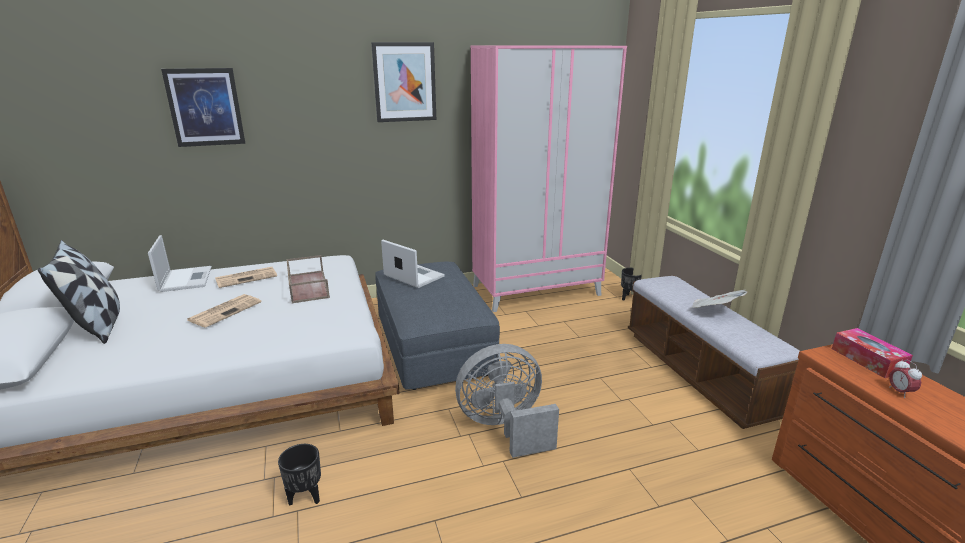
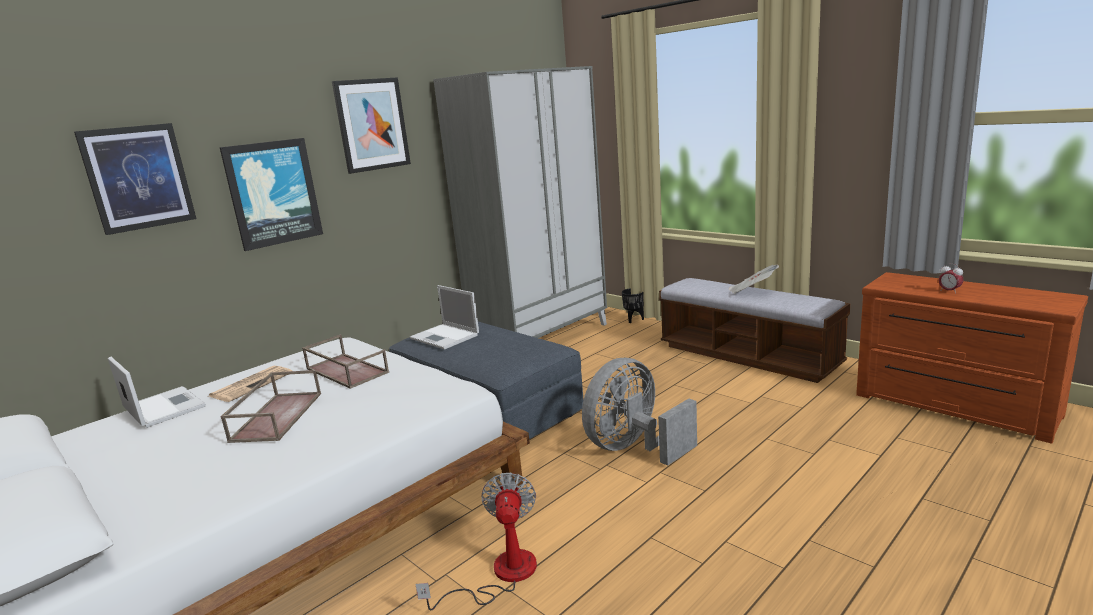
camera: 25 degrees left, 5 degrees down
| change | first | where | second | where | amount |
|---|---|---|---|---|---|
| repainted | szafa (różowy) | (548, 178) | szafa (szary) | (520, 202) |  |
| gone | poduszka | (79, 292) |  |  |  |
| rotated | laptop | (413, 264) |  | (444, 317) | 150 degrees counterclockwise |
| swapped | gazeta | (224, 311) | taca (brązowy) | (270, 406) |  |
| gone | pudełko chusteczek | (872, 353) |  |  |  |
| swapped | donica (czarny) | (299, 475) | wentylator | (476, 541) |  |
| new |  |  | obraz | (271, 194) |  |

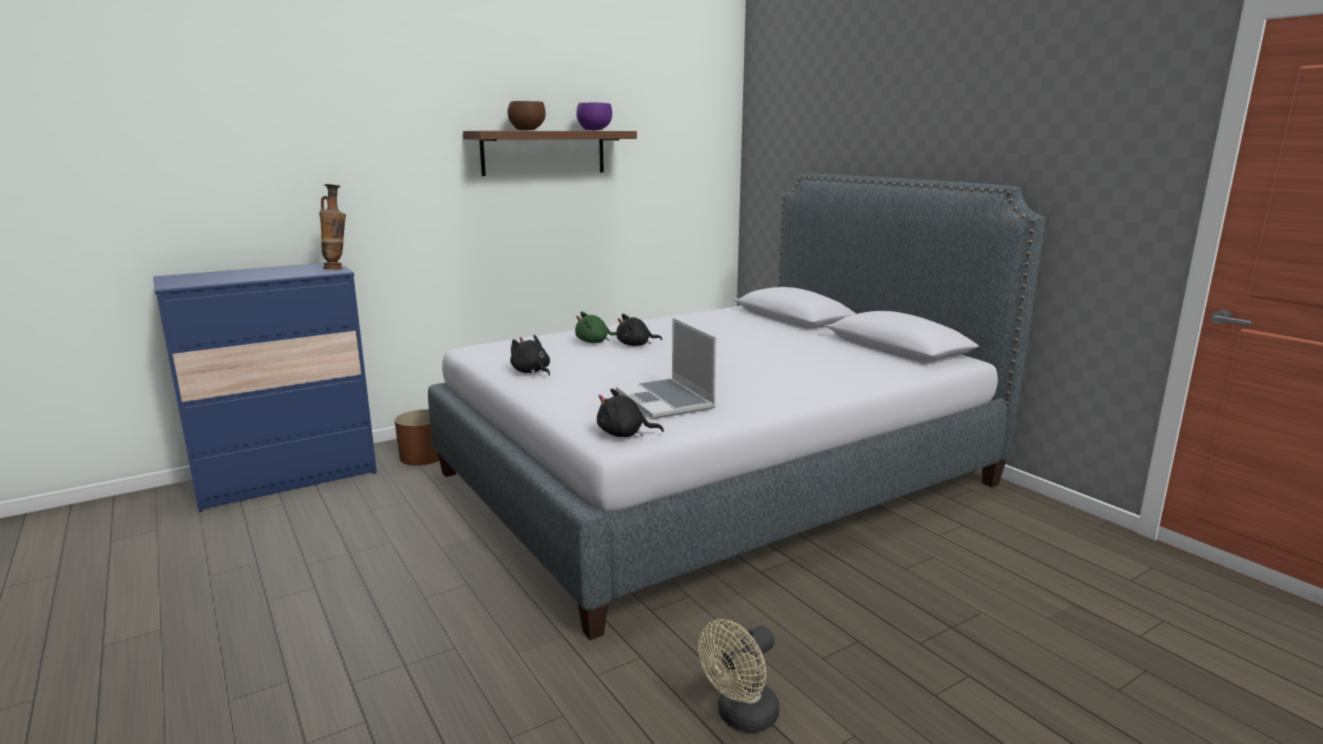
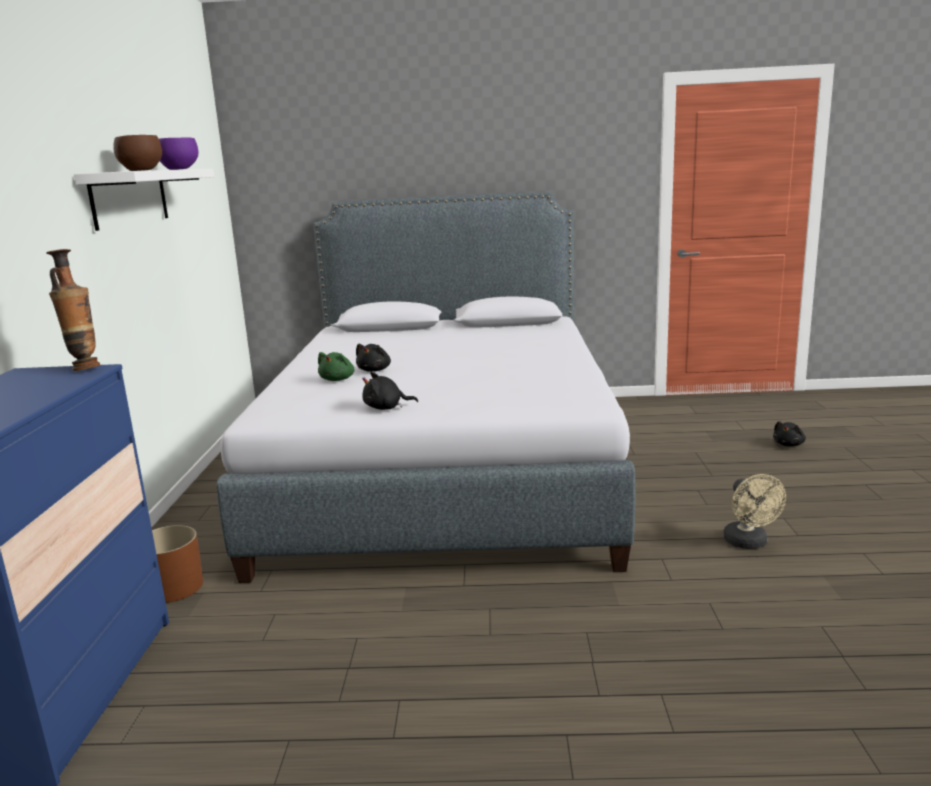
camera: 55 degrees left, 0 degrees up
| change | first | where | second | where | amount |
|---|---|---|---|---|---|
| repainted | półka (brązowy) | (550, 153) | półka (biały) | (144, 200) |  |
| gone | laptop | (666, 368) |  |  |  |
| shifted | pluszak (czarny) | (630, 412) |  | (789, 433) |  |

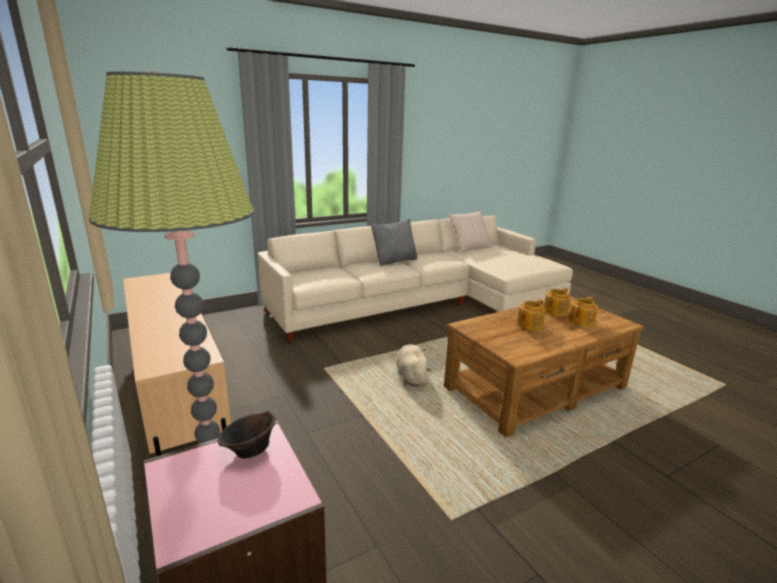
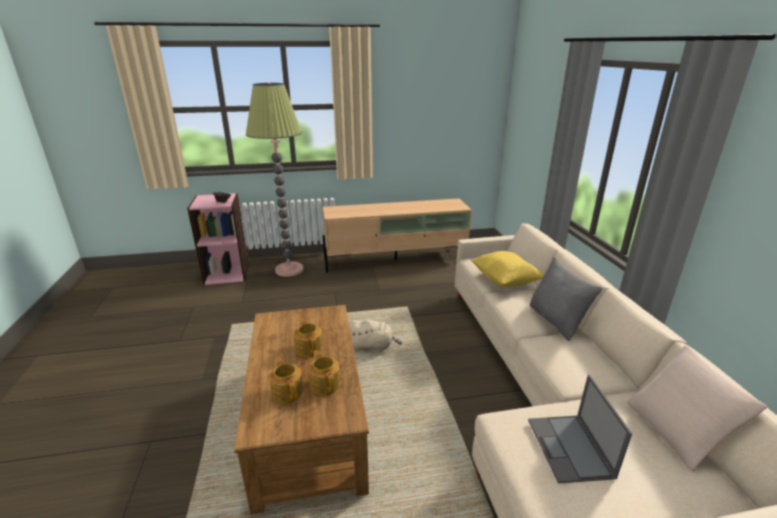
camera: 110 degrees right, 5 degrees up
| change | first | where | second | where | amount |
|---|---|---|---|---|---|
| new |  |  | poduszka (żółty) | (507, 269) |  |
| new |  |  | laptop | (580, 429) |  |

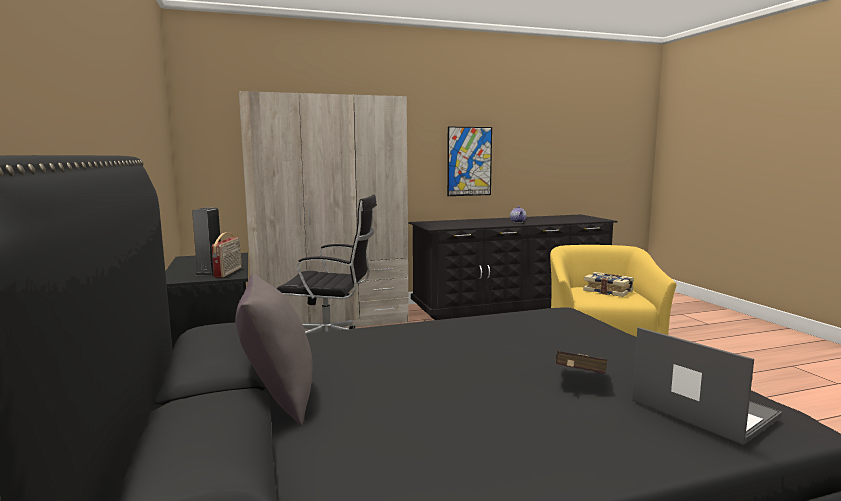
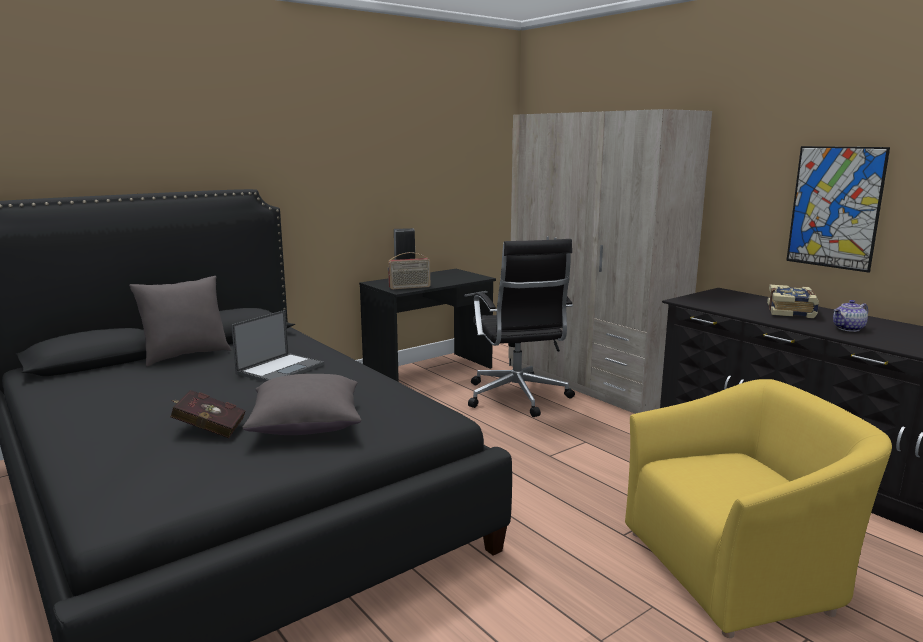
camera: 70 degrees right, 5 degrees up
| change | first | where | second | where | amount |
|---|---|---|---|---|---|
| shifted | książka | (608, 284) |  | (793, 301) |  |
| shifted | laptop | (707, 386) |  | (277, 346) |  |
| new |  |  | poduszka (szary) | (301, 404) |  |

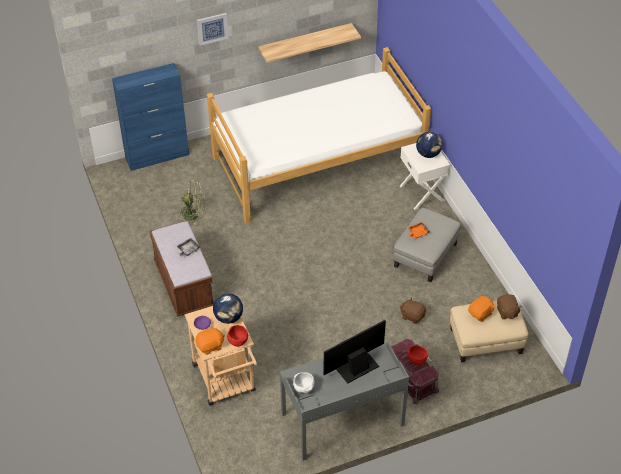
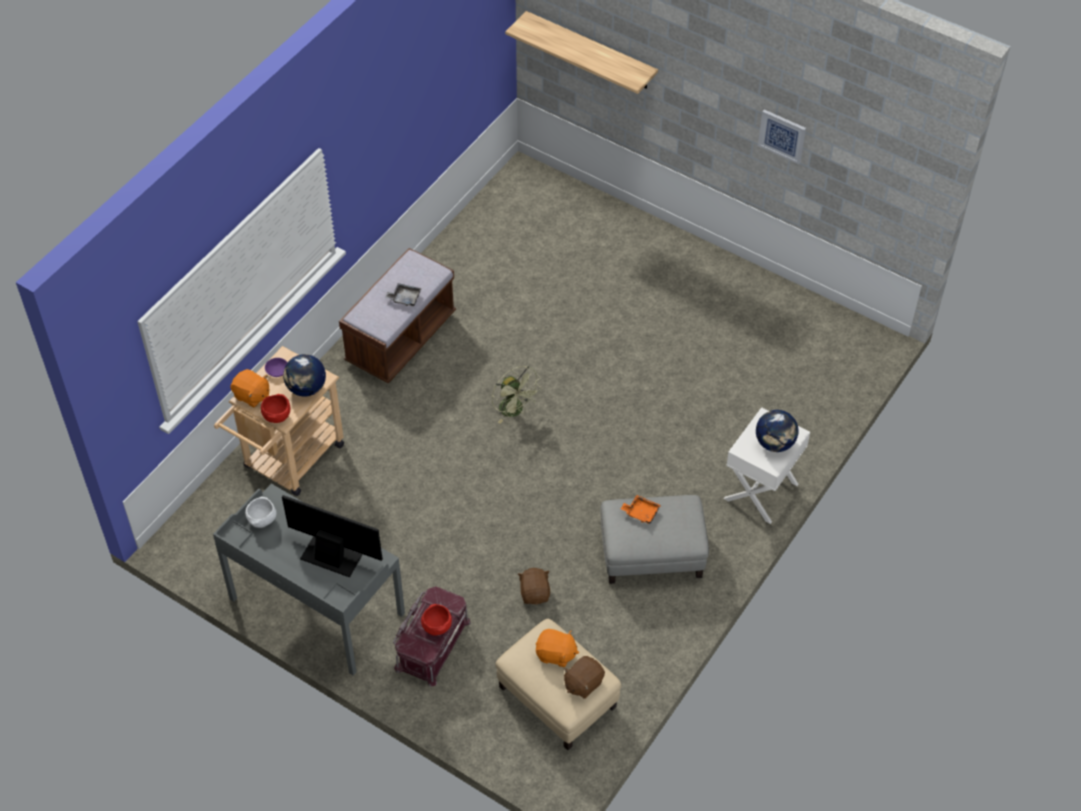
camera: 55 degrees right, 5 degrees up
| change | first | where | second | where | amount |
|---|---|---|---|---|---|
| shifted | obraz | (213, 29) |  | (782, 137) |  |
| shifted | półka | (309, 43) |  | (581, 52) |  |
| gone | łóżko | (319, 135) |  |  |  |
| gone | szafka (niebieski) | (150, 117) |  |  |  |
| shifted | wentylator (zielony) | (191, 202) |  | (517, 395) |  |

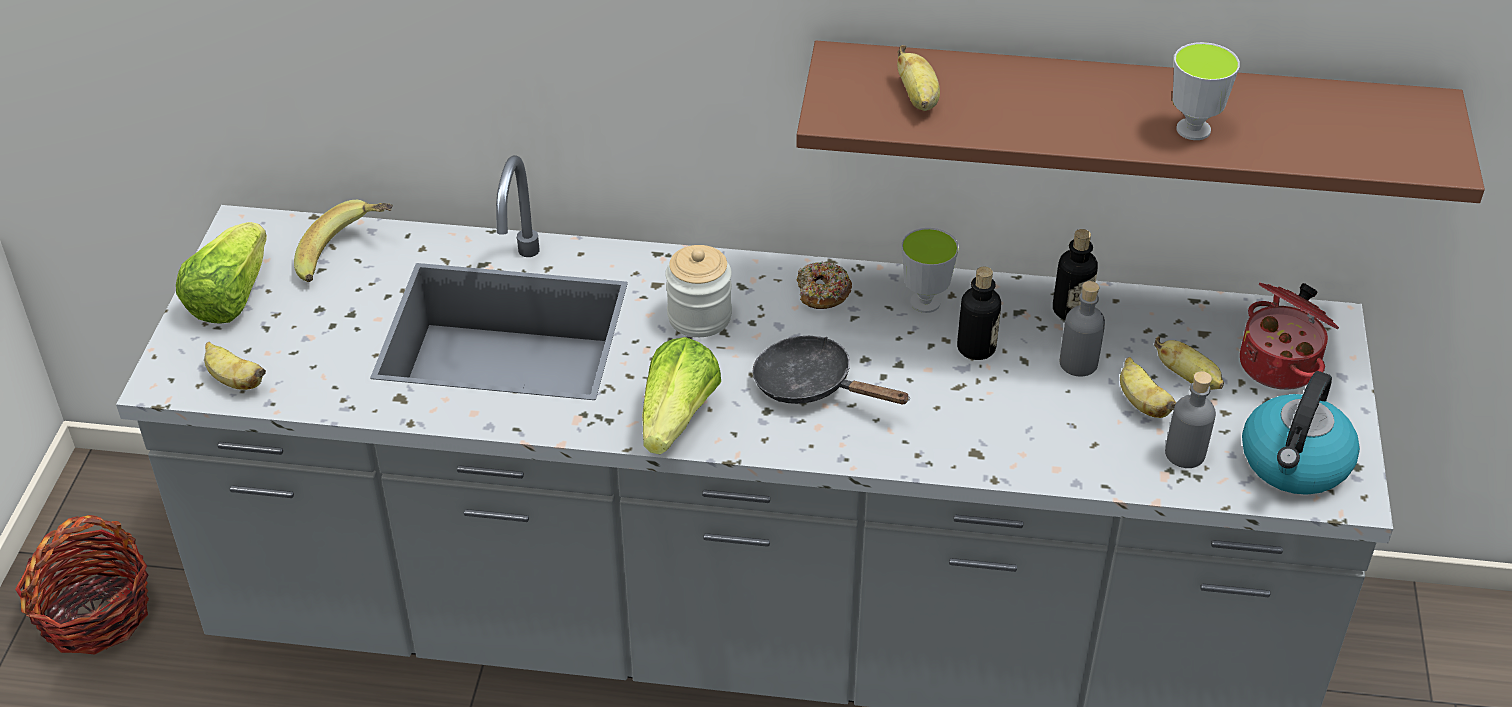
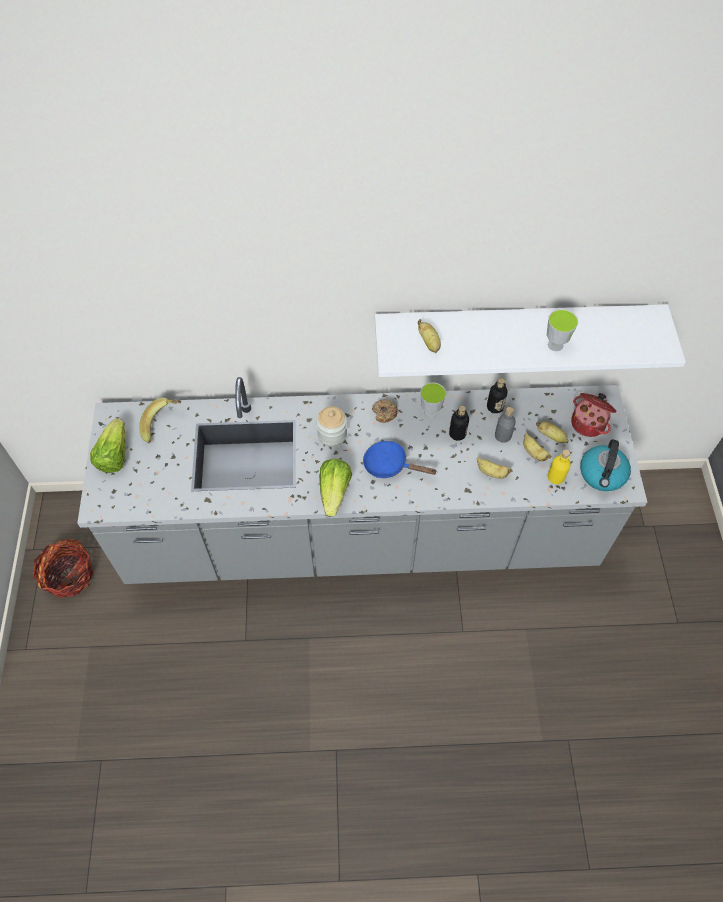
camera: 10 degrees left, 15 degrees up
| change | first | where | second | where | amount |
|---|---|---|---|---|---|
| repainted | półka (brązowy) | (1140, 122) | półka (biały) | (530, 340) |  |
| repainted | patelnia (czarny) | (831, 370) | patelnia (niebieski) | (399, 459) |  |
| shifted | banan | (235, 366) |  | (494, 468) |  |
| repainted | butelka (szary) | (1190, 419) | butelka (żółty) | (559, 467) |  |

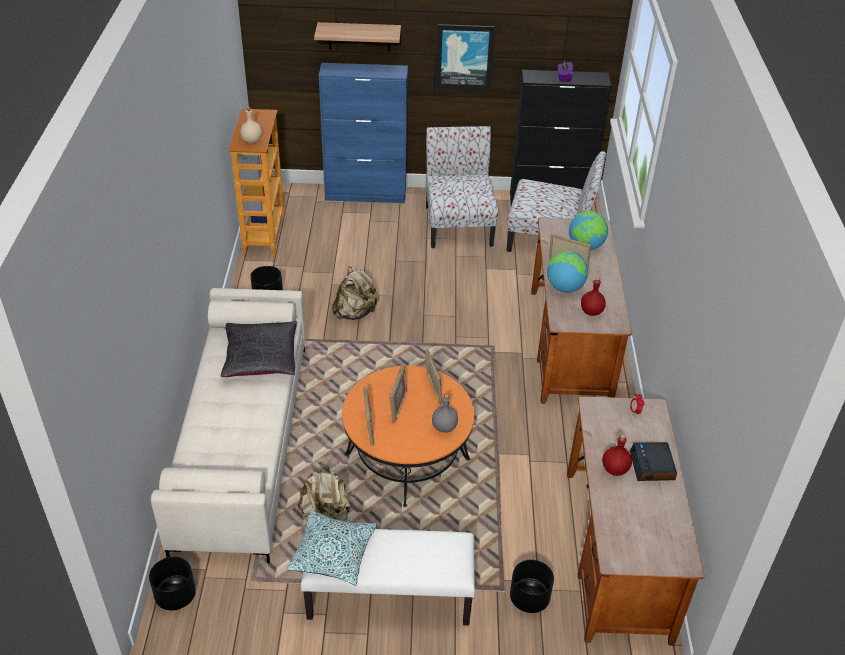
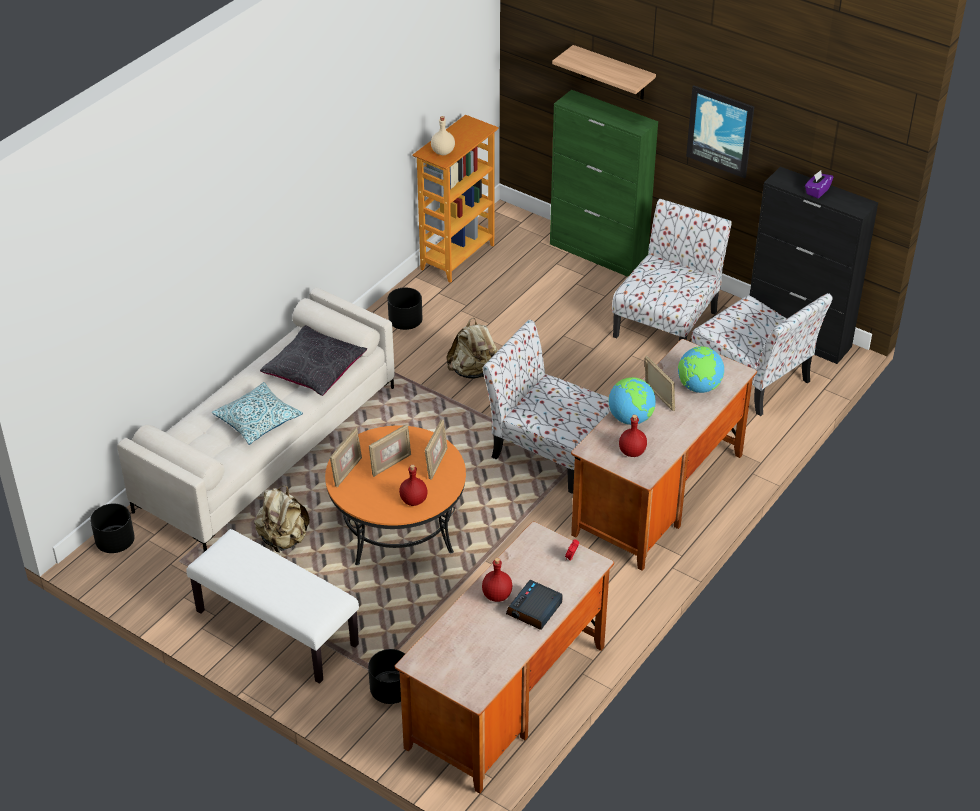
camera: 35 degrees right, 0 degrees up
| change | first | where | second | where | amount |
|---|---|---|---|---|---|
| repainted | szafka (niebieski) | (363, 133) | szafka (zielony) | (604, 183) |  |
| repainted | butelka (szary) | (445, 413) | butelka (czerwony) | (413, 485) |  |
| shifted | poduszka | (332, 548) |  | (257, 413) |  |
| new |  |  | krzesło | (546, 407) |  |

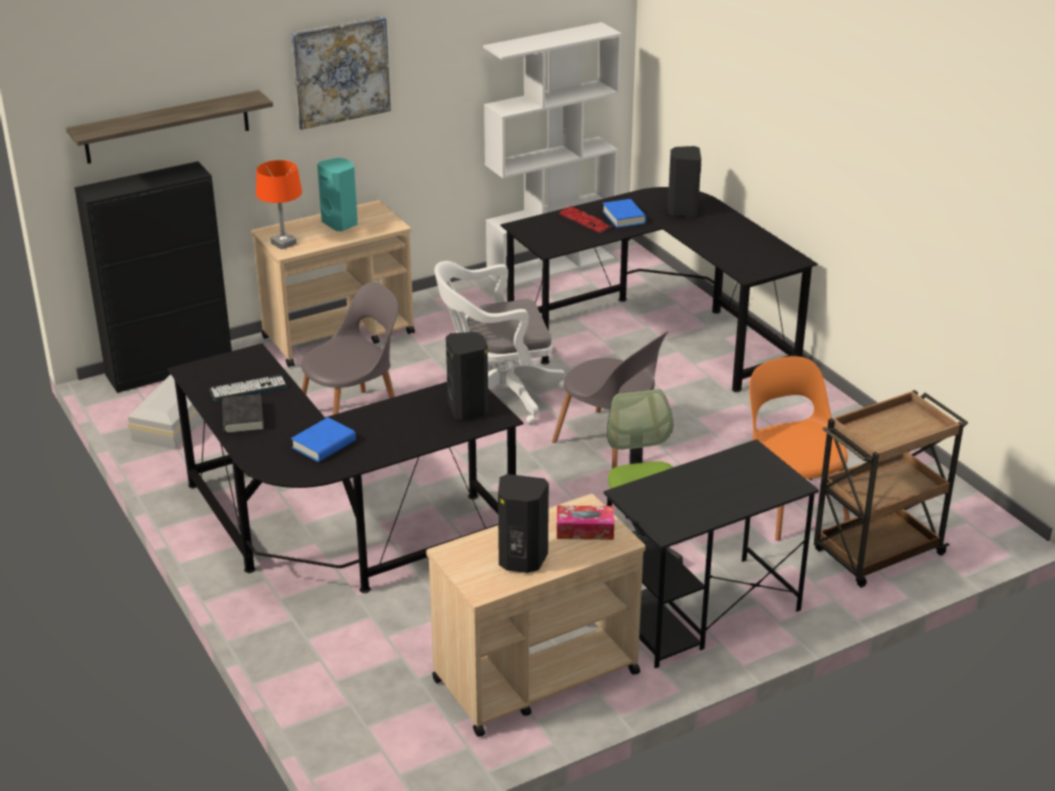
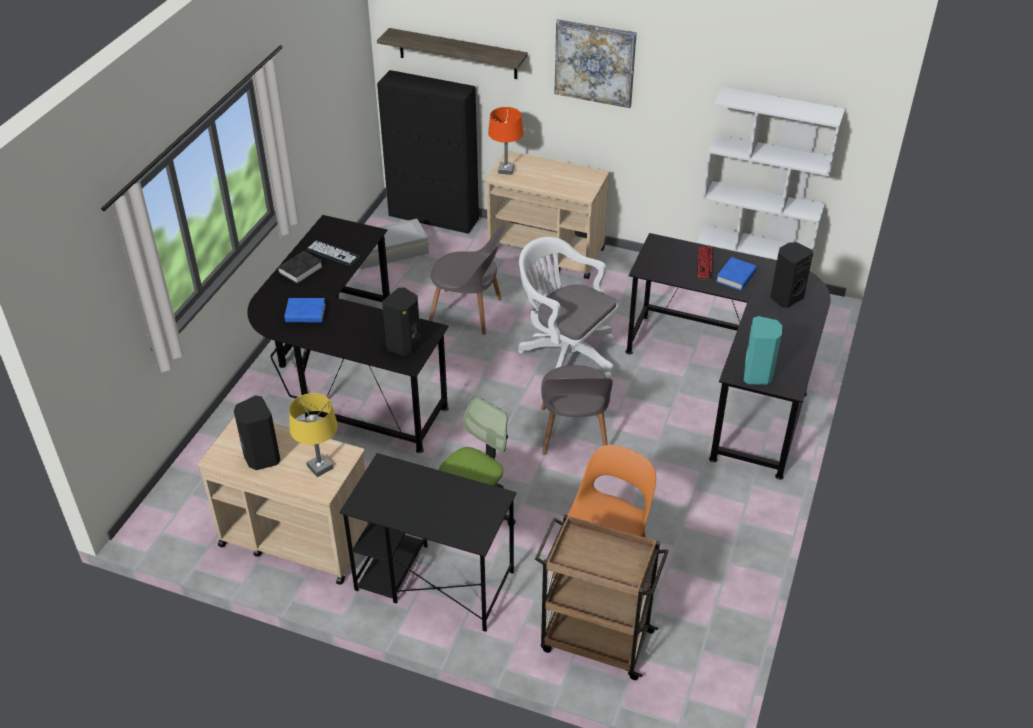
camera: 50 degrees right, 10 degrees up
| change | first | where | second | where | amount |
|---|---|---|---|---|---|
| shifted | głośnik (turkusowy) | (337, 194) |  | (763, 350) |  |
| swapped | pudełko chusteczek | (585, 522) | lampa stołowa (żółty) | (313, 435) |  |

